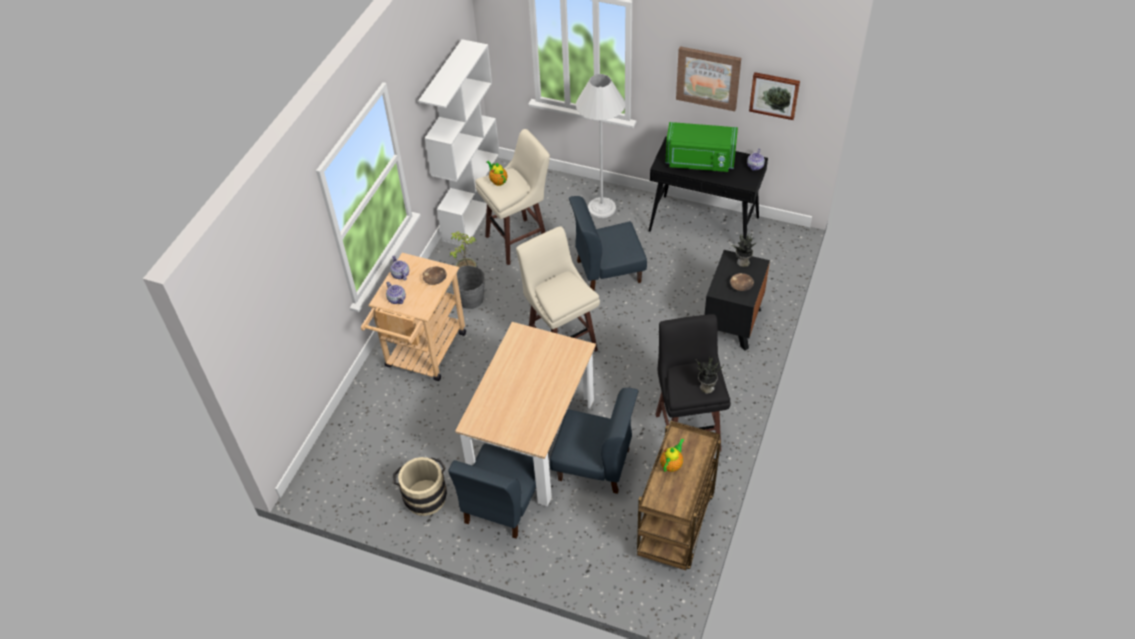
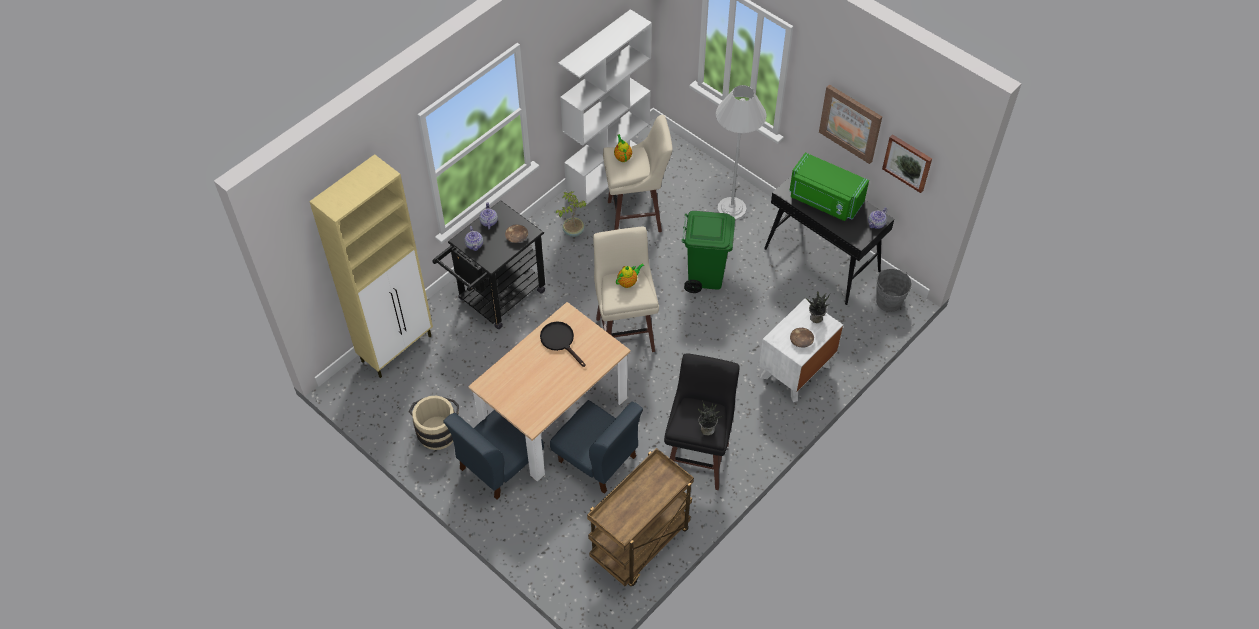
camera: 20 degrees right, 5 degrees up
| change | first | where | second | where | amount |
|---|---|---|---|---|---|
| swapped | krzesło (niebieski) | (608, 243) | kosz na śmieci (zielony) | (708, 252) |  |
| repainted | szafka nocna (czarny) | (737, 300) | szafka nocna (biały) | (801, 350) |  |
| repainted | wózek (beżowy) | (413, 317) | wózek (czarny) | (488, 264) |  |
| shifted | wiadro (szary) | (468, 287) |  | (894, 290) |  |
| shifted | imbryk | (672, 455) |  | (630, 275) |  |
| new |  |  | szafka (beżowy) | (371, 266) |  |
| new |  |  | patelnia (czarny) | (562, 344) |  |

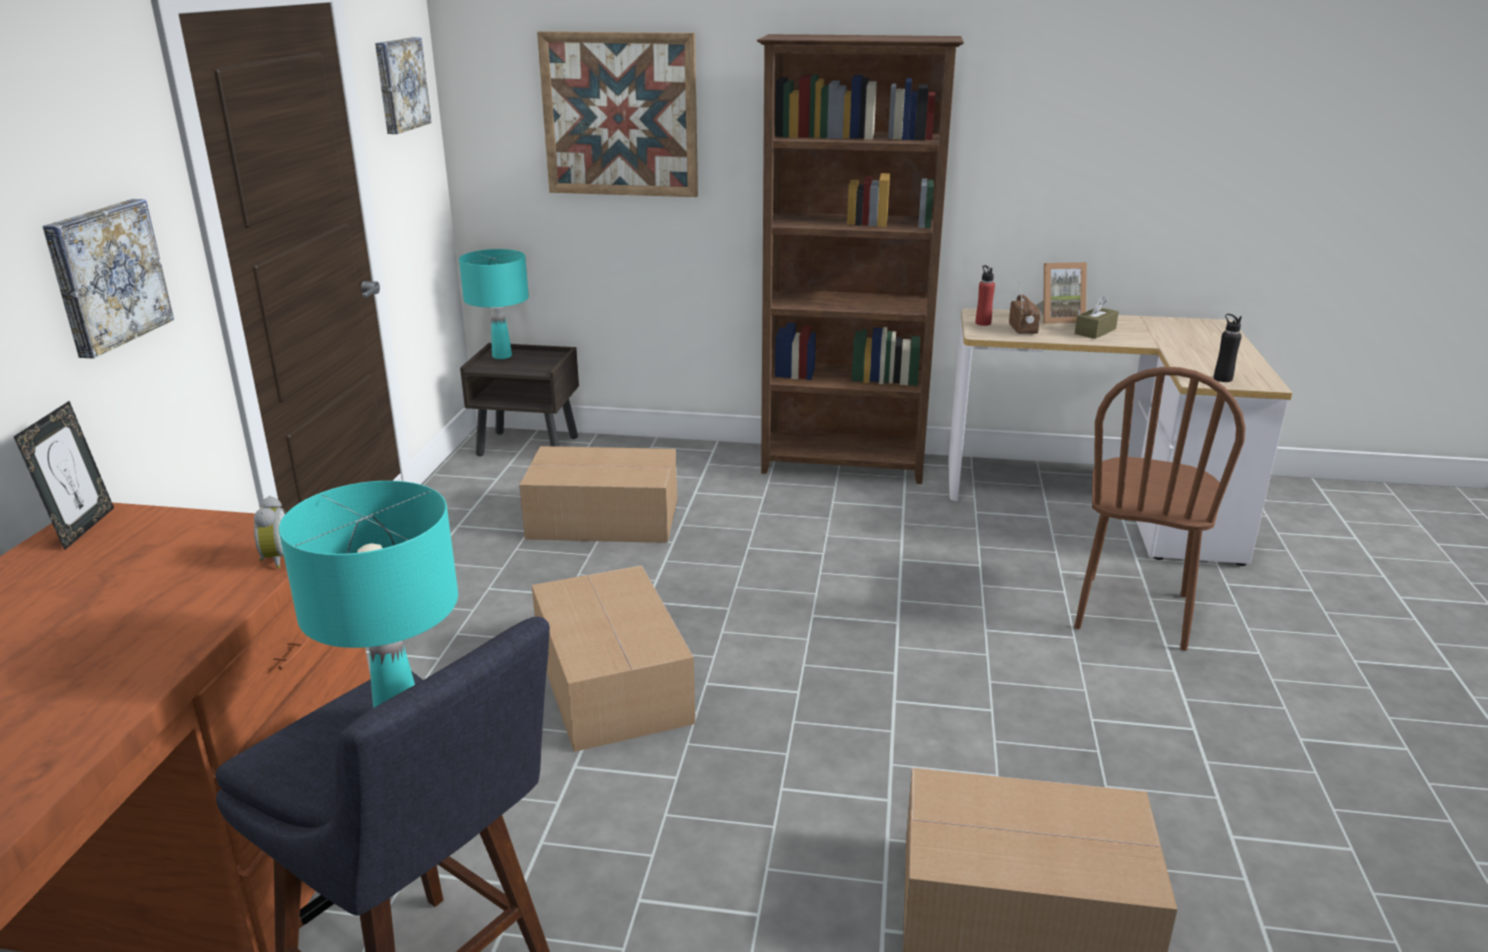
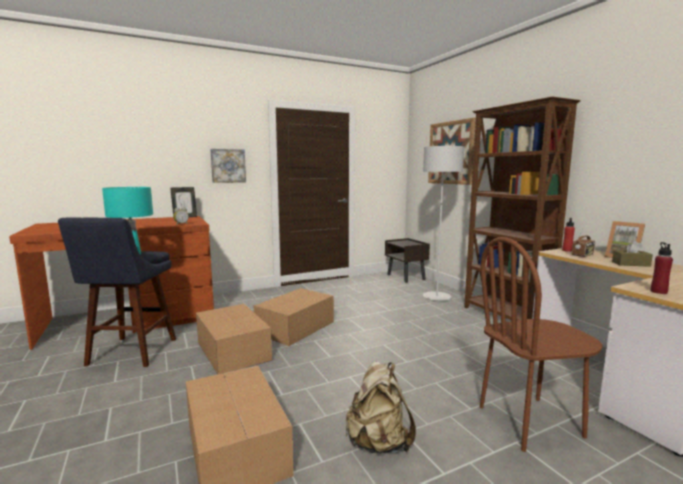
camera: 55 degrees right, 15 degrees down
| change | first | where | second | where | amount |
|---|---|---|---|---|---|
| gone | obraz | (403, 85) |  |  |  |
| gone | lampa stołowa (turkusowy) | (494, 304) |  |  |  |
| repainted | butelka (czarny) | (1228, 348) | butelka (czerwony) | (662, 268) |  |
| shifted | karton | (598, 494) |  | (234, 339) |  |
| new |  |  | lampa stojąca (szary) | (443, 223) |  |
| new |  |  | plecak (beżowy) | (381, 407) |  |

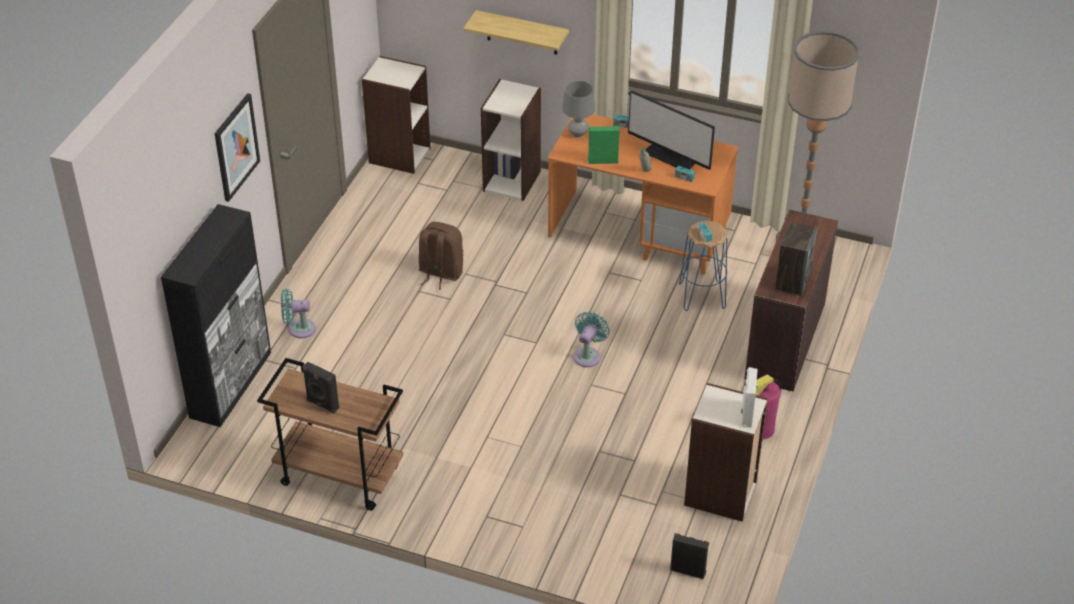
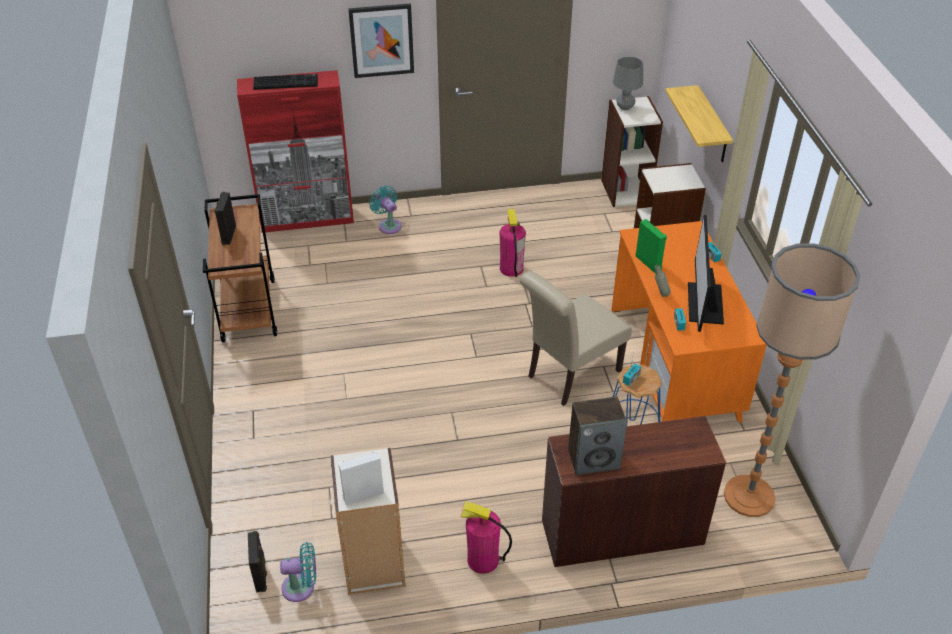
camera: 60 degrees right, 0 degrees up
| change | first | where | second | where | amount |
|---|---|---|---|---|---|
| shifted | lampa stołowa (szary) | (578, 109) |  | (628, 83) |  |
| repainted | szafka (czarny) | (216, 315) | szafka (czerwony) | (295, 151) |  |
| swapped | plecak (brązowy) | (441, 256) | gaśnica | (513, 243) |  |
| shifted | wentylator (turkusowy) | (592, 339) |  | (298, 572) |  |
| new |  |  | klawiatura | (285, 82) |  |
| new |  |  | krzesło (beżowy) | (576, 338) |  |

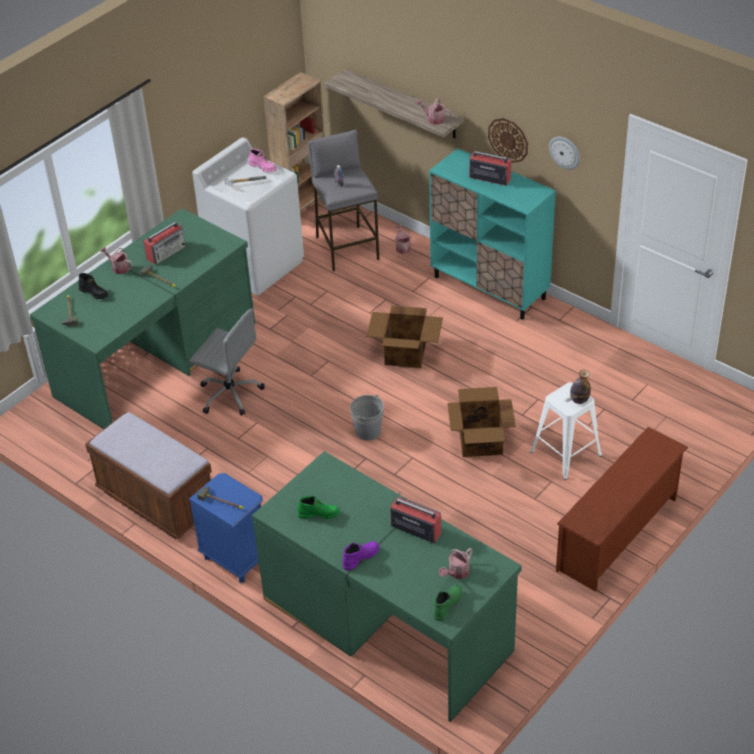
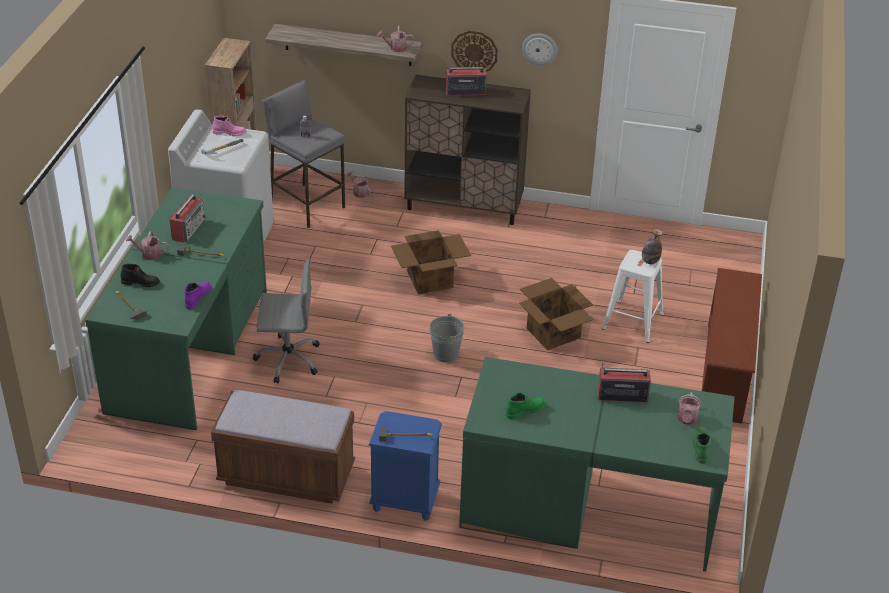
camera: 30 degrees left, 5 degrees down
| change | first | where | second | where | amount |
|---|---|---|---|---|---|
| repainted | szafka (turkusowy) | (492, 234) | szafka (brązowy) | (467, 150) |  |
| shifted | but z cholewką (fioletowy) | (361, 556) |  | (197, 295) |  |

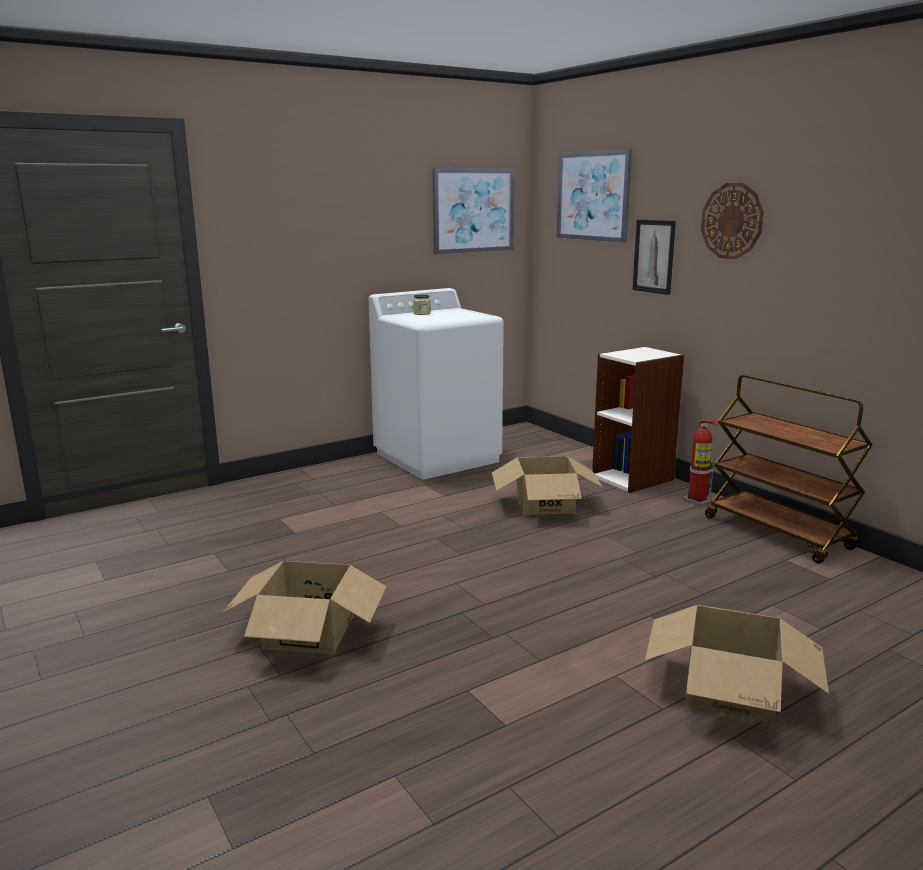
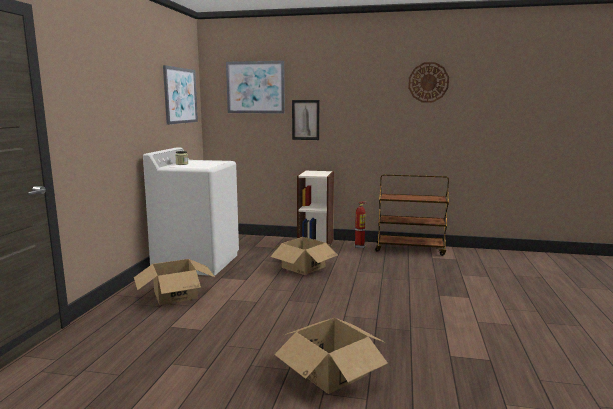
camera: 45 degrees left, 5 degrees down
| change | first | where | second | where | amount |
|---|---|---|---|---|---|
| shifted | zegar ścienny | (732, 221) |  | (428, 82) |  |
| shifted | karton | (737, 664) |  | (175, 282) |  |

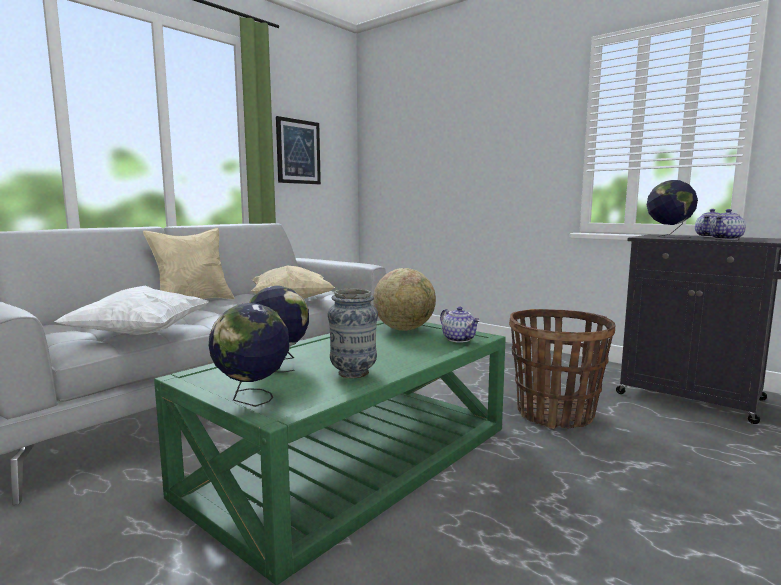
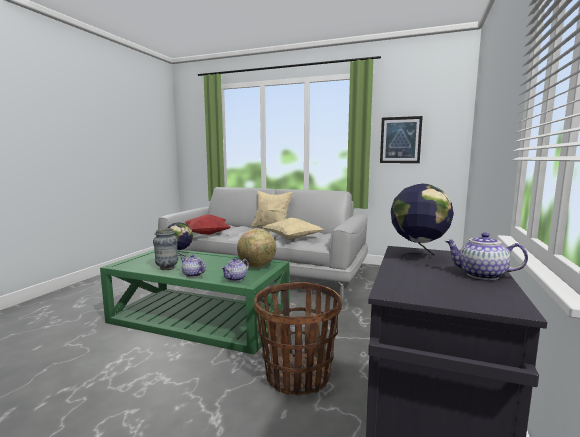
camera: 70 degrees right, 0 degrees up
| change | first | where | second | where | amount |
|---|---|---|---|---|---|
| shifted | imbryk | (727, 224) |  | (193, 266) |  |
| repainted | poduszka (biały) | (131, 310) | poduszka (czerwony) | (207, 225) |  |
| gone | globus | (249, 355) |  |  |  |

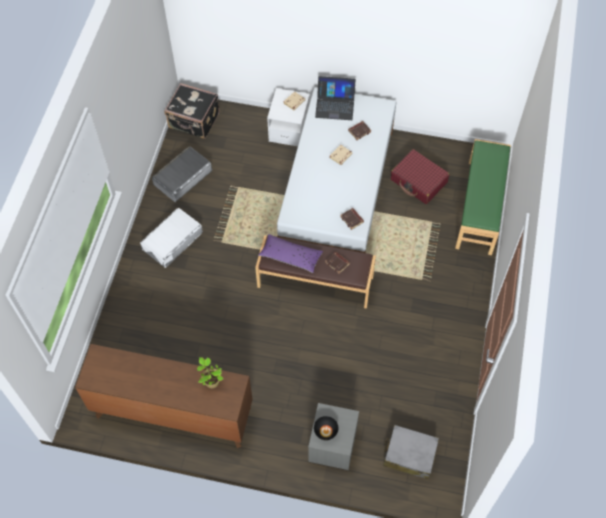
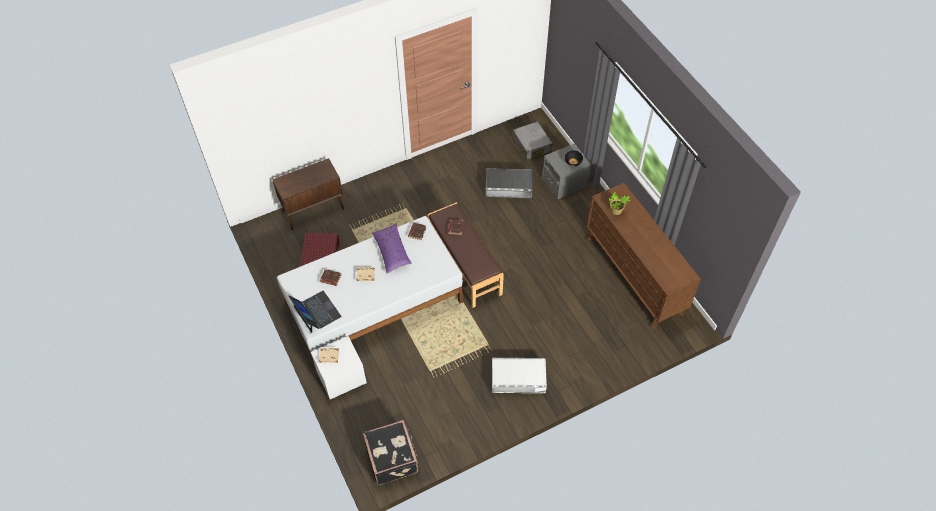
camera: 130 degrees left, 5 degrees down
| change | first | where | second | where | amount |
|---|---|---|---|---|---|
| swapped | ławka (zielony) | (483, 197) | szafka (brązowy) | (308, 194) |  |
| shifted | pojemnik do przechowywania (szary) | (182, 174) |  | (509, 183) |  |
| shifted | poduszka (fioletowy) | (290, 253) |  | (392, 248) |  |

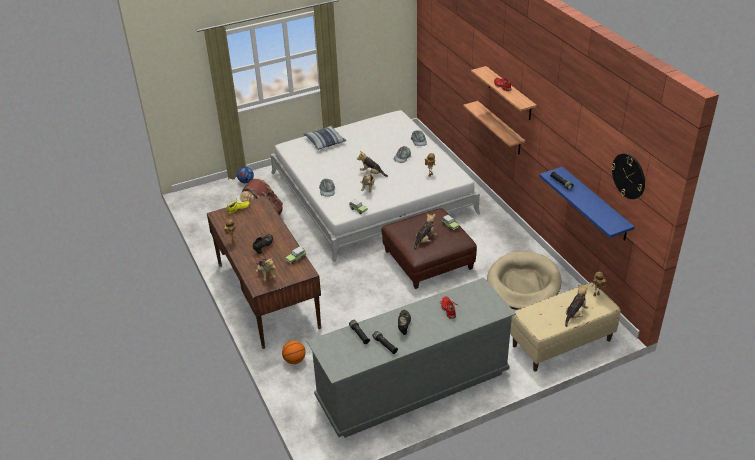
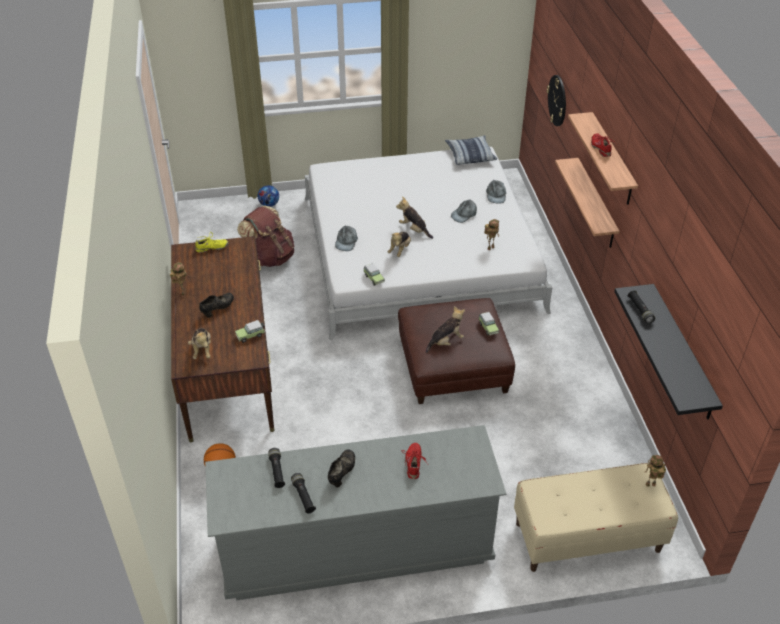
camera: 15 degrees right, 5 degrees up
| change | first | where | second | where | amount |
|---|---|---|---|---|---|
| shifted | poduszka | (324, 137) |  | (471, 150) |  |
| shifted | zegar ścienny | (628, 176) |  | (556, 100) |  |
| repainted | półka (niebieski) | (587, 204) | półka (czarny) | (668, 352) |  |
| gone | legowisko (beżowy) | (524, 280) |  |  |  |
| gone | pluszak | (576, 306) |  |  |  |

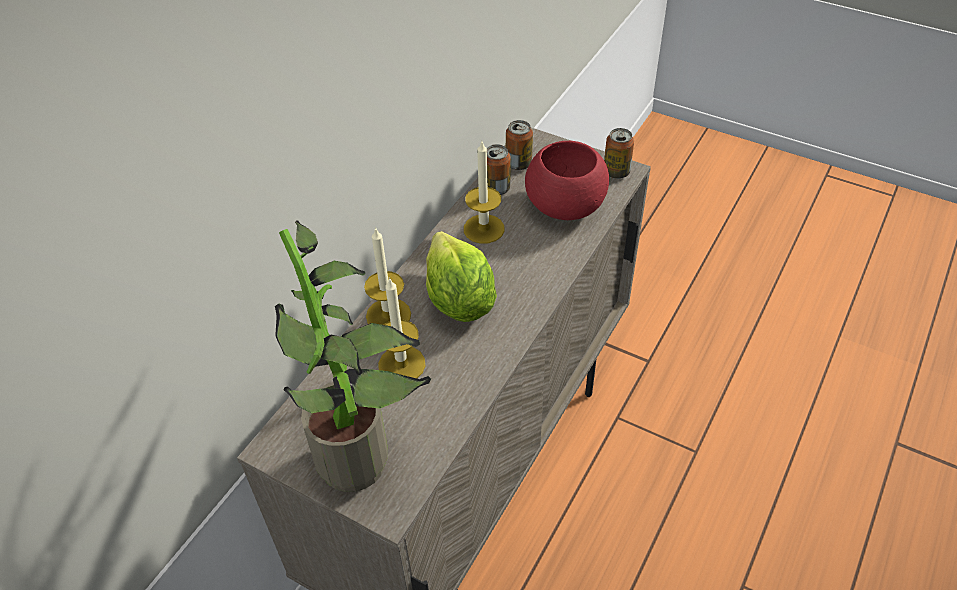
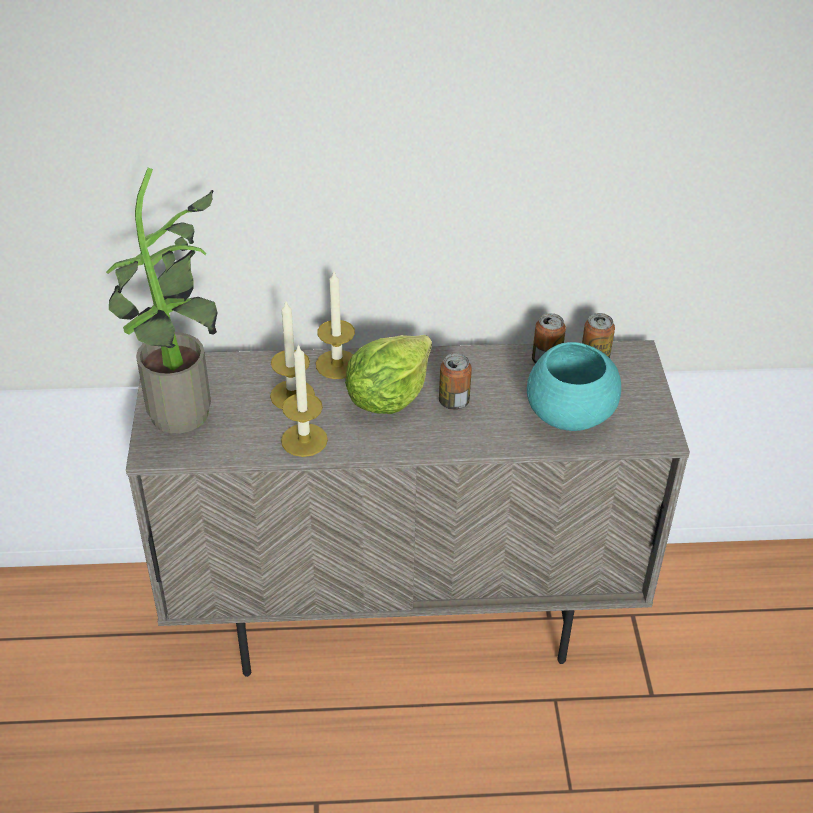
camera: 55 degrees right, 5 degrees down
| change | first | where | second | where | amount |
|---|---|---|---|---|---|
| shifted | puszka | (619, 153) |  | (455, 381) |  |
| repainted | miska (czerwony) | (567, 180) | miska (turkusowy) | (574, 386) |  |
| shifted | świeca | (484, 193) |  | (304, 400) |  |

